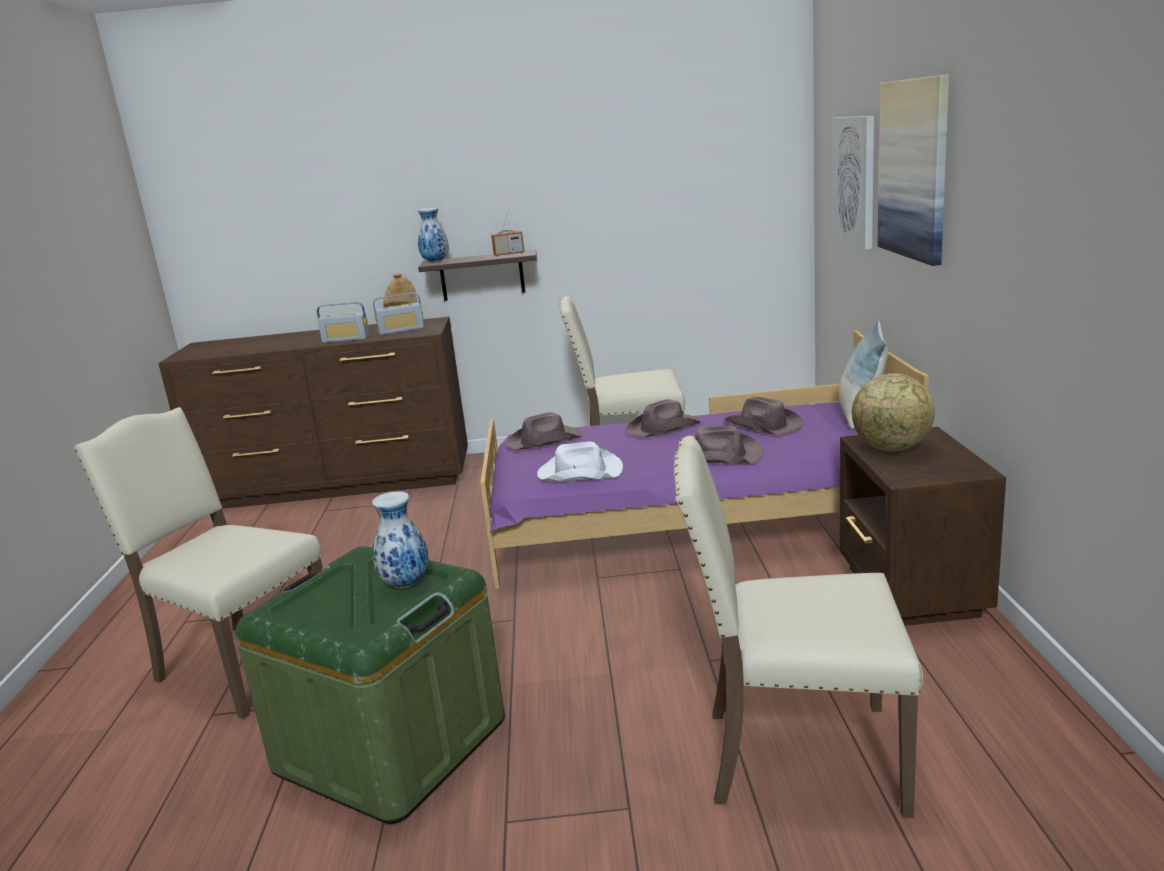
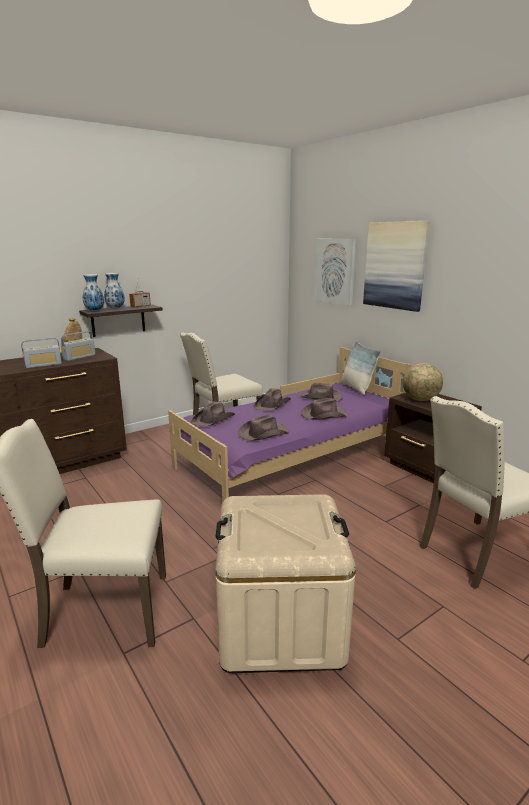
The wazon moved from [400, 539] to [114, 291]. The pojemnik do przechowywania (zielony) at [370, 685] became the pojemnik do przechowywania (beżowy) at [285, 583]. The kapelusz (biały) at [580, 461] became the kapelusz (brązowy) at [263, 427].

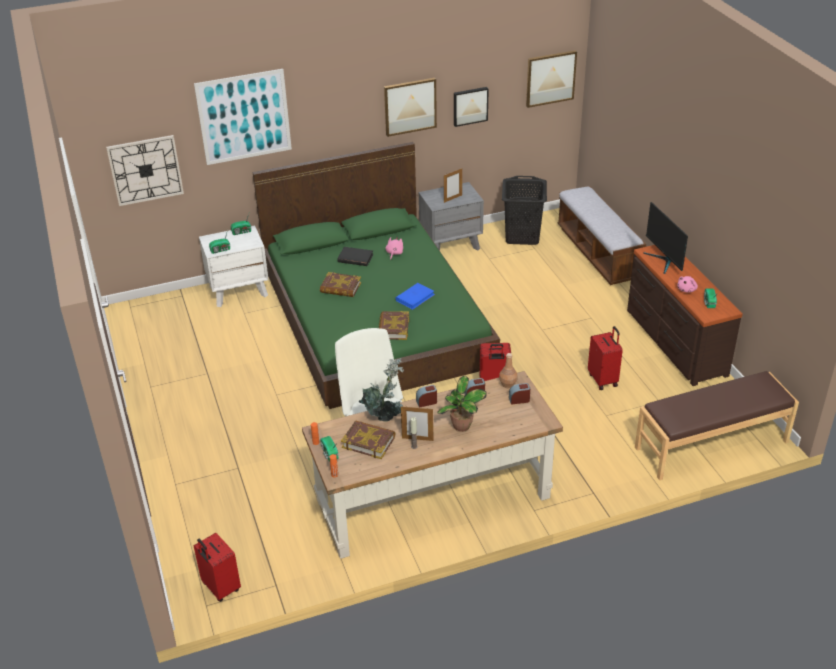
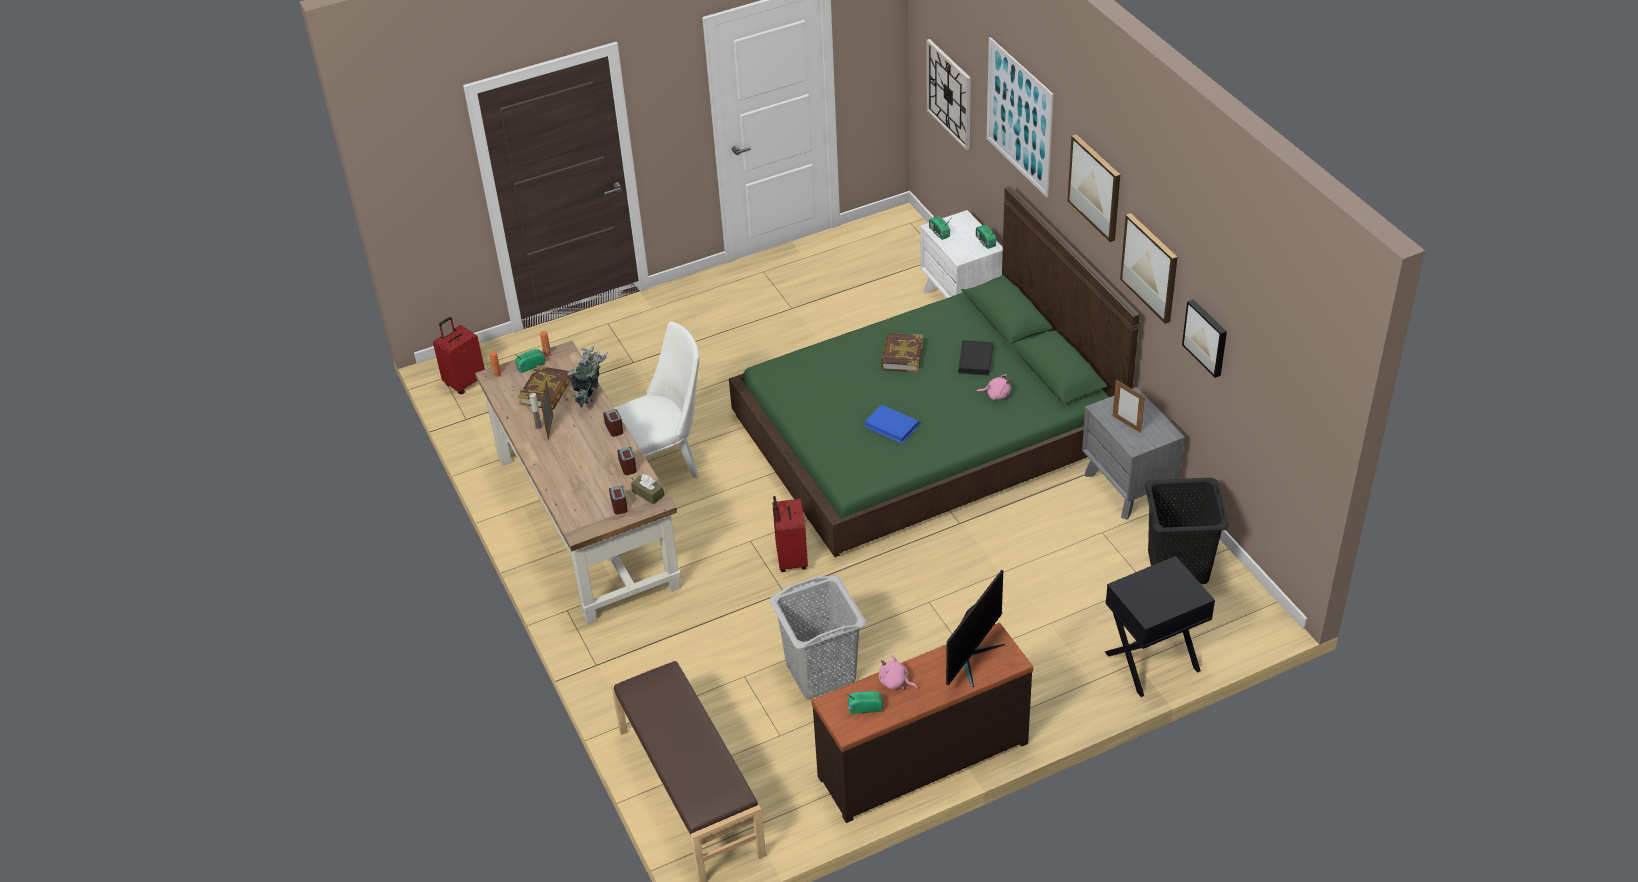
The książka at [394, 325] disappeared. The roślina doniczkowa at [462, 404] disappeared. The obraz moved from [551, 79] to [1094, 188]. The butelka (brązowy) at [508, 370] was replaced by the pudełko chusteczek (brązowy) at [647, 489]. The ławka at [601, 235] was replaced by the szafka nocna (czarny) at [1160, 626]. The walizka (czerwony) at [605, 358] was replaced by the kosz na pranie (szary) at [817, 637]. The monitor at [665, 238] turned 150 degrees clockwise.

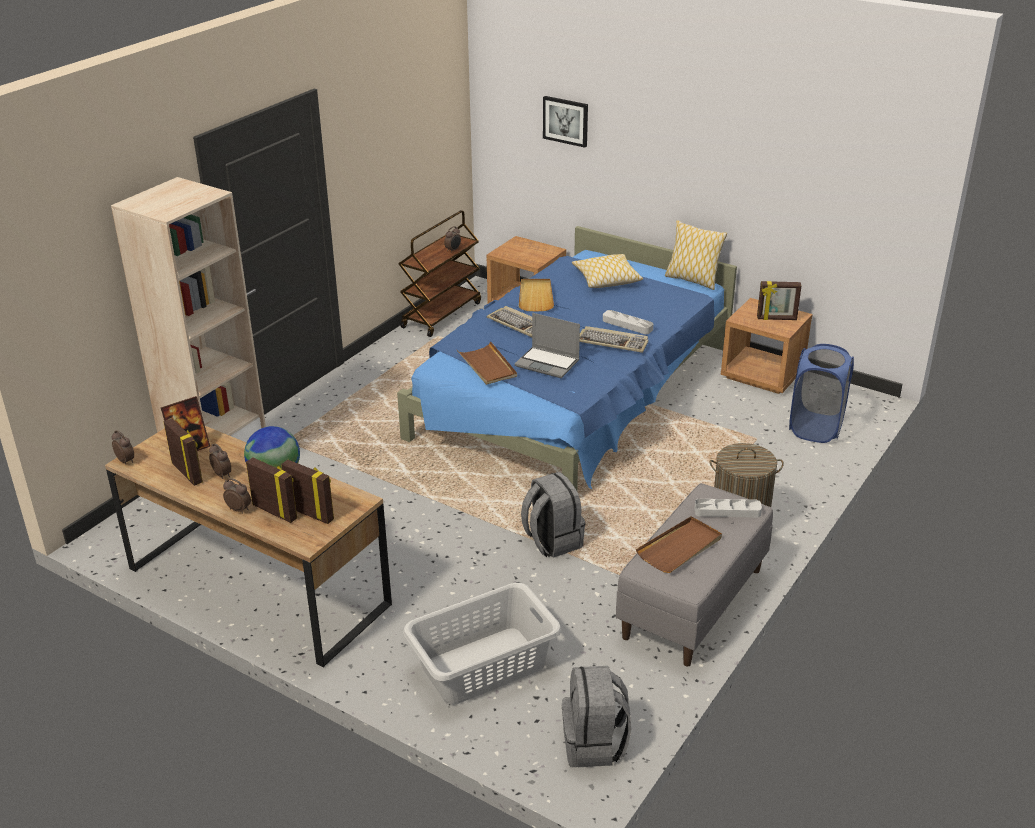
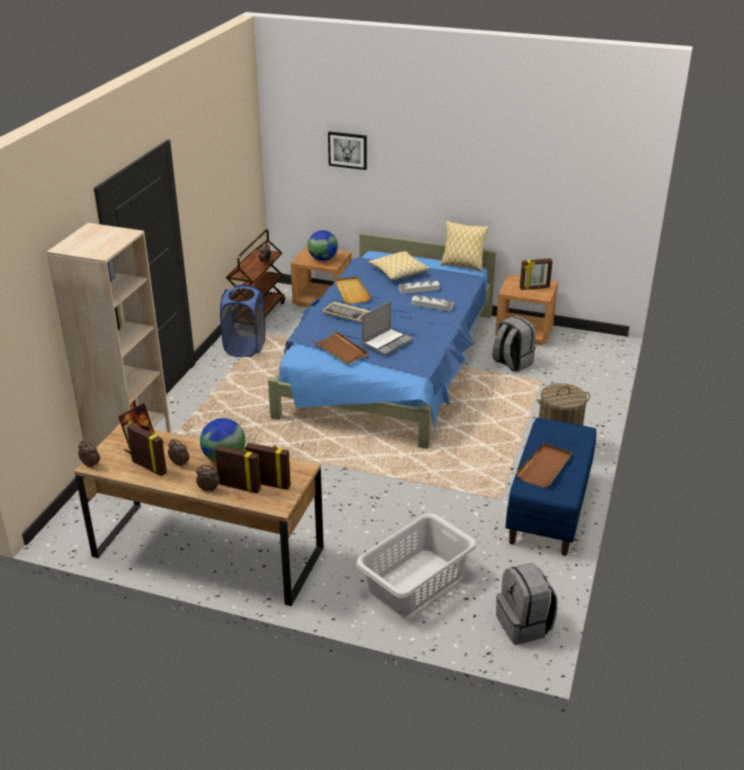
The klawiatura at [614, 339] disappeared. The globus at [323, 245] appeared. The plecak (szary) moved from [553, 515] to [514, 343]. The taca (szary) moved from [728, 508] to [419, 287]. The kosz na pranie (niebieski) moved from [821, 393] to [243, 321]. The ławka (szary) at [694, 575] became the ławka (niebieski) at [550, 487]. The laptop at [547, 345] turned 60 degrees counterclockwise.

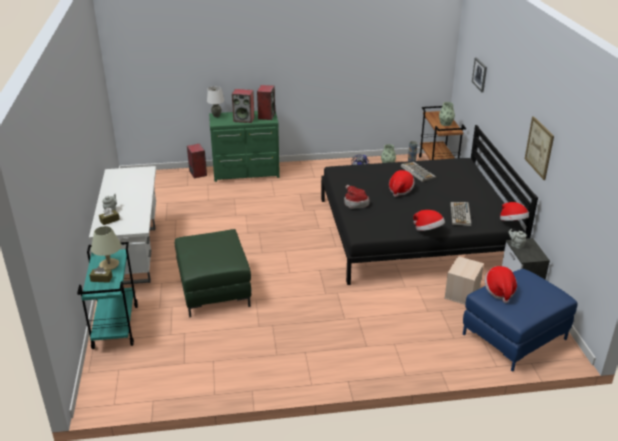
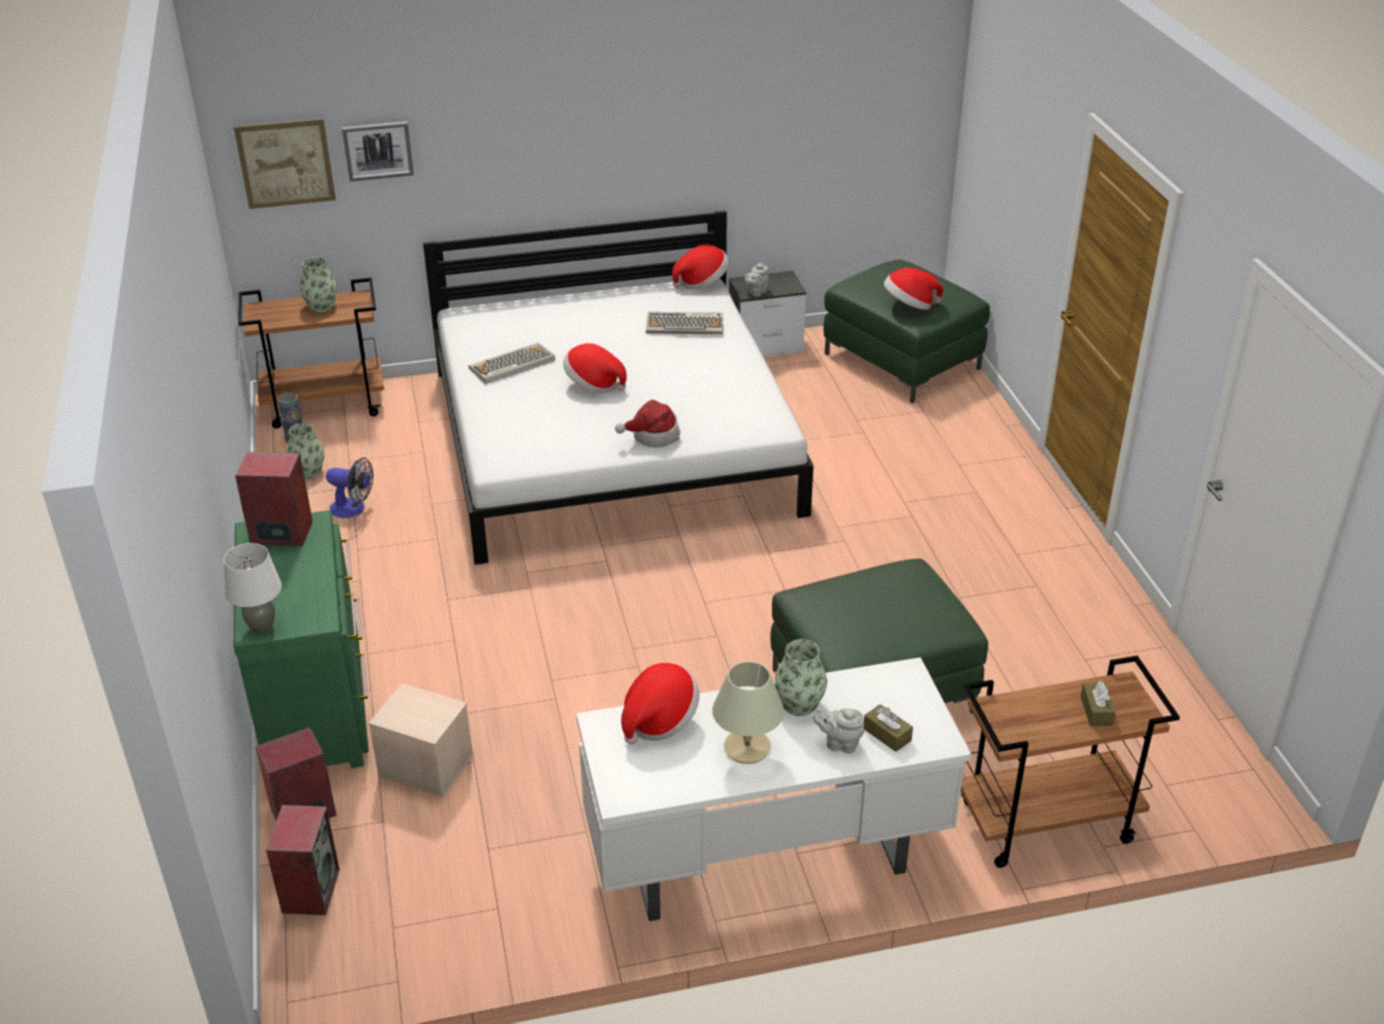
The wazon at [801, 677] appeared. The lampa stołowa (beżowy) moved from [106, 248] to [748, 712]. The głośnik moved from [243, 106] to [303, 860]. The kapelusz moved from [429, 220] to [660, 703]. The pojemnik do przechowywania (beżowy) moved from [464, 280] to [421, 740]. The obraz moved from [539, 148] to [285, 163]. The wózek (turkusowy) at [107, 295] became the wózek (brązowy) at [1070, 762]. The łóżko (czarny) at [429, 205] became the łóżko (biały) at [618, 387]. The pufa (niebieski) at [520, 320] became the pufa (zielony) at [906, 331].

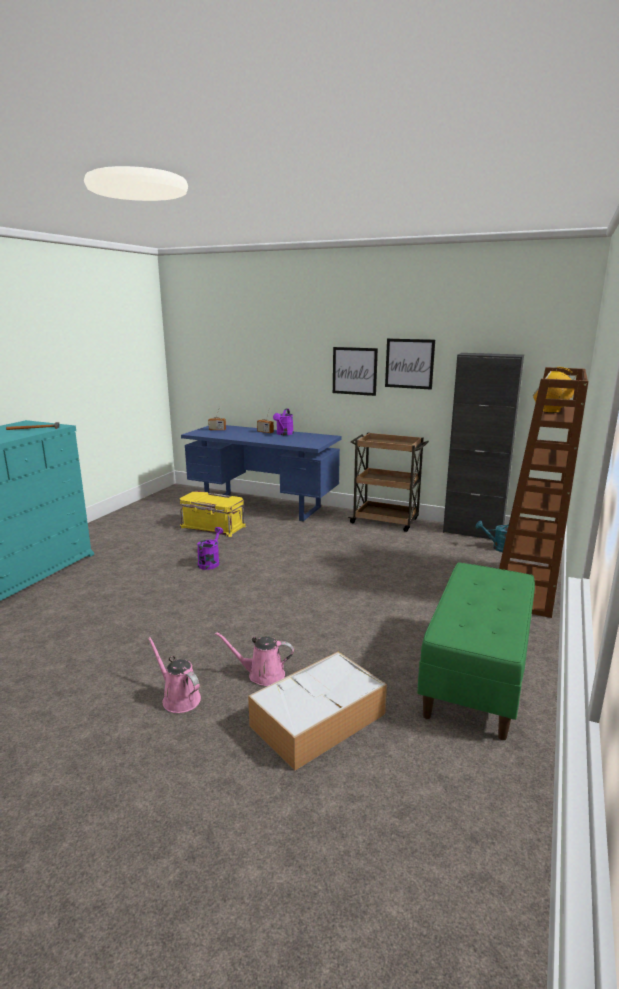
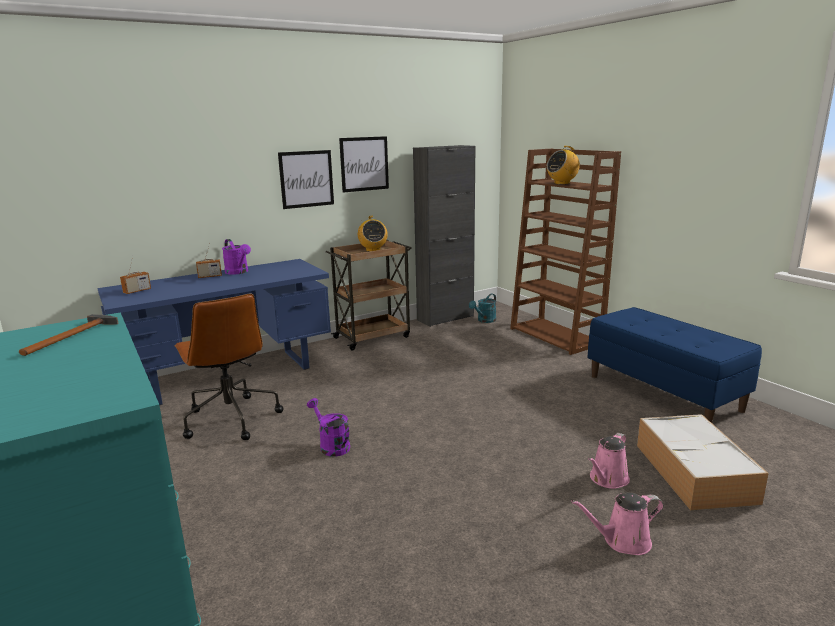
The radio at [373, 234] appeared. The pojemnik do przechowywania (żółty) at [213, 514] was replaced by the krzesło biurowe (brązowy) at [228, 366]. The ławka (zielony) at [476, 651] became the ławka (niebieski) at [674, 365].

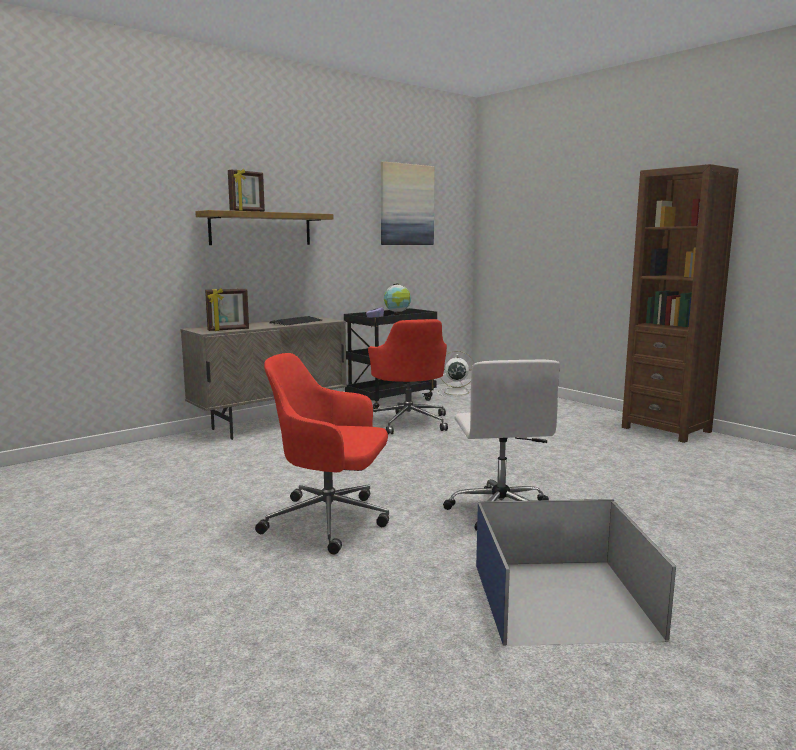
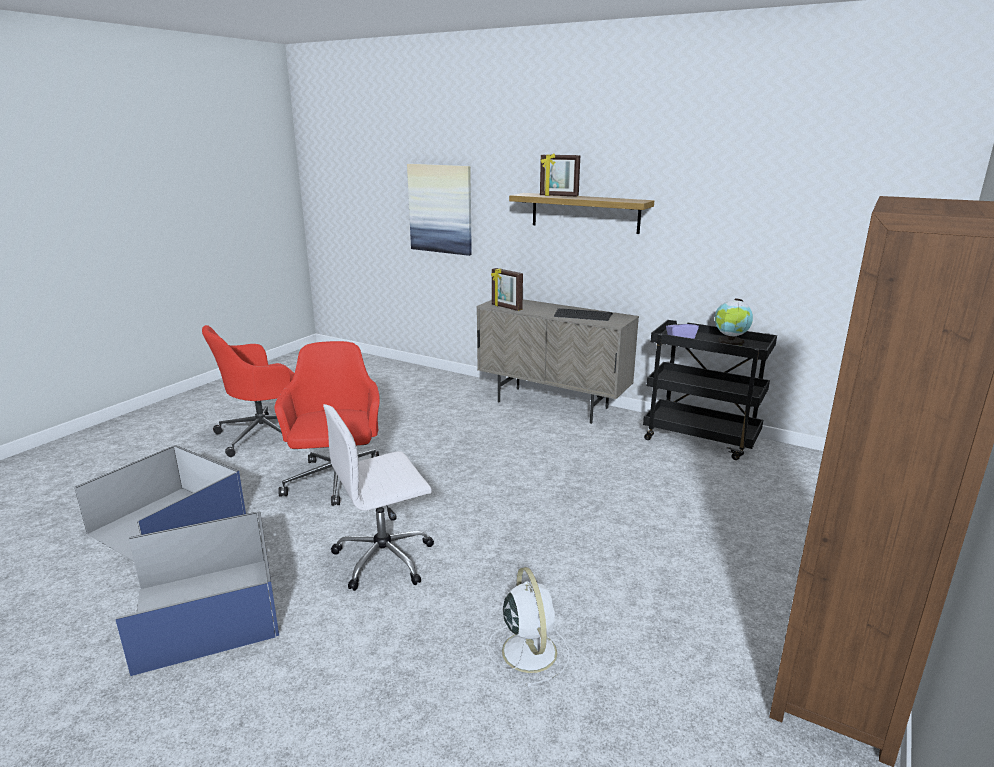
The pojemnik do przechowywania (niebieski) at [160, 503] appeared. The krzesło biurowe (czerwony) moved from [408, 376] to [248, 391]. The obraz moved from [408, 203] to [439, 210]. The wentylator (biały) moved from [456, 374] to [528, 627].

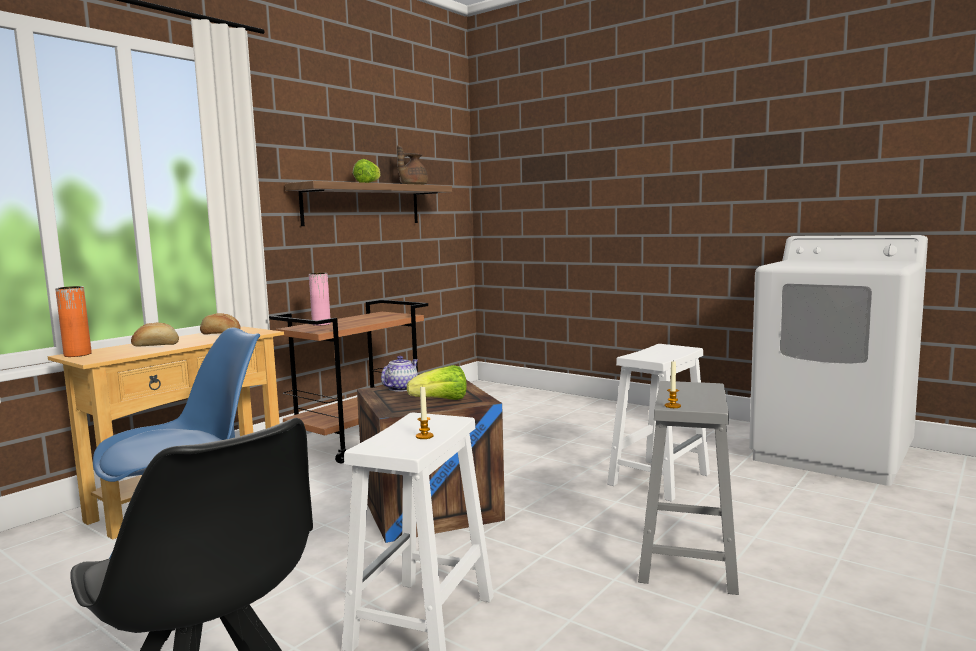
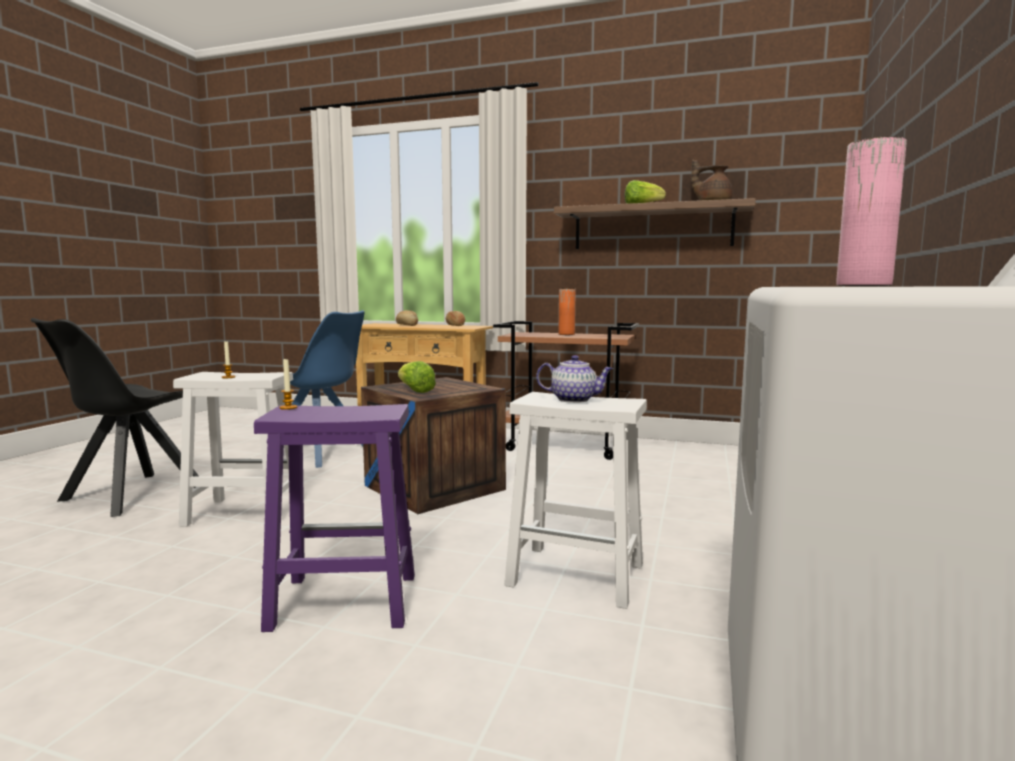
The wazon (pomarańczowy) moved from [73, 321] to [567, 311]. The wazon (różowy) moved from [320, 299] to [871, 211]. The imbryk moved from [399, 374] to [574, 379]. The stołek (szary) at [688, 488] became the stołek (fioletowy) at [334, 518].

